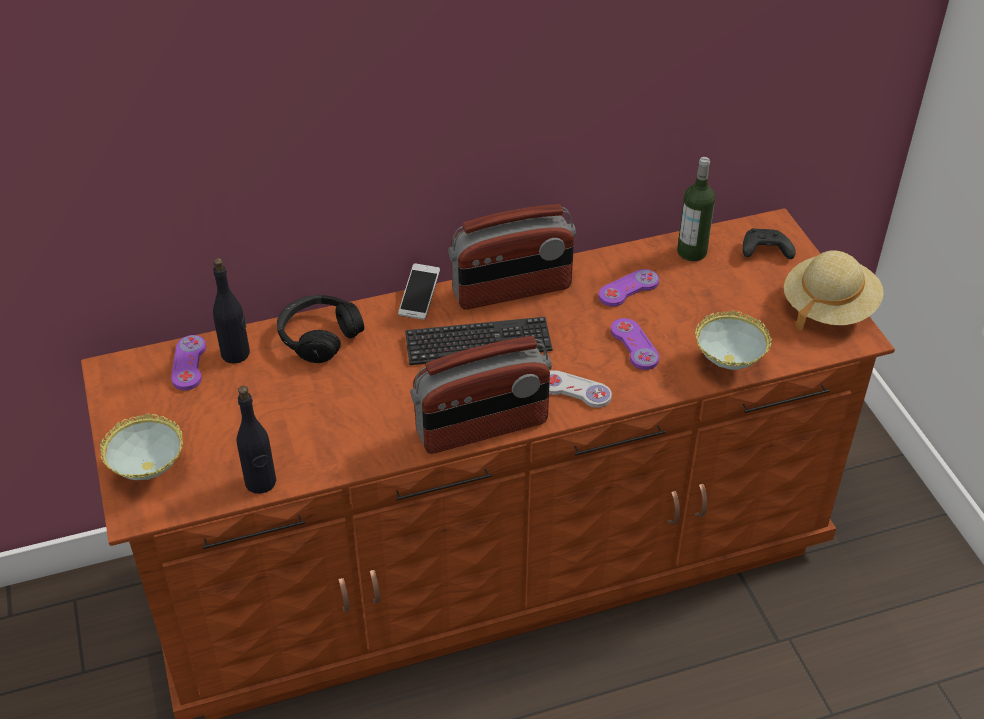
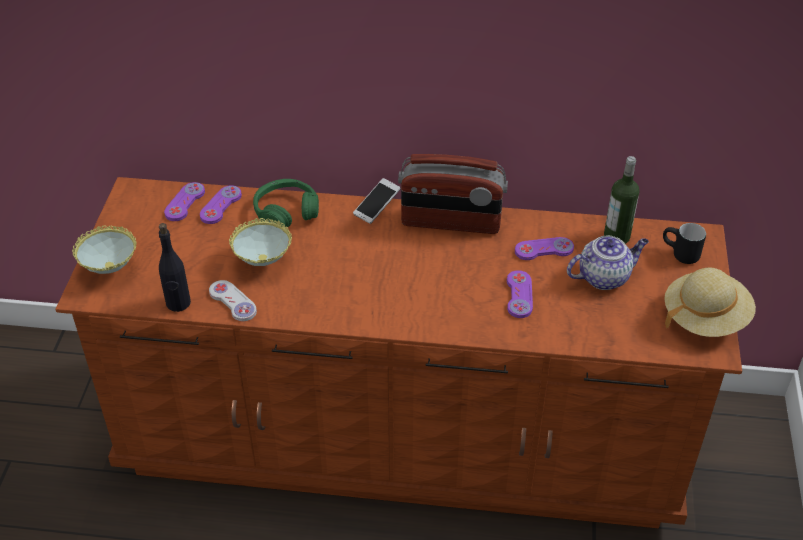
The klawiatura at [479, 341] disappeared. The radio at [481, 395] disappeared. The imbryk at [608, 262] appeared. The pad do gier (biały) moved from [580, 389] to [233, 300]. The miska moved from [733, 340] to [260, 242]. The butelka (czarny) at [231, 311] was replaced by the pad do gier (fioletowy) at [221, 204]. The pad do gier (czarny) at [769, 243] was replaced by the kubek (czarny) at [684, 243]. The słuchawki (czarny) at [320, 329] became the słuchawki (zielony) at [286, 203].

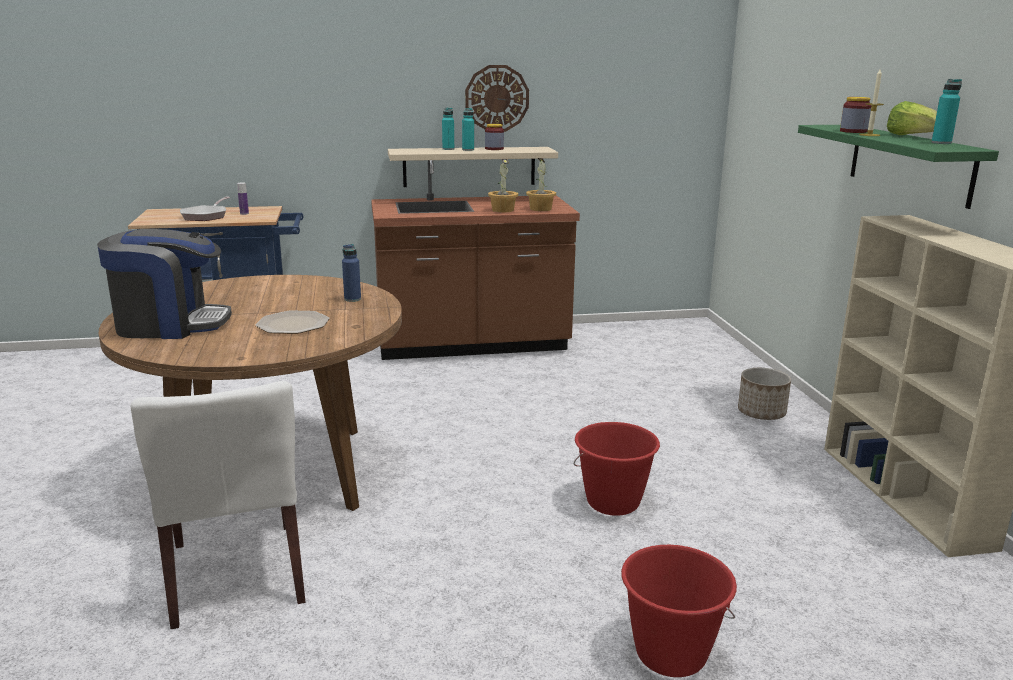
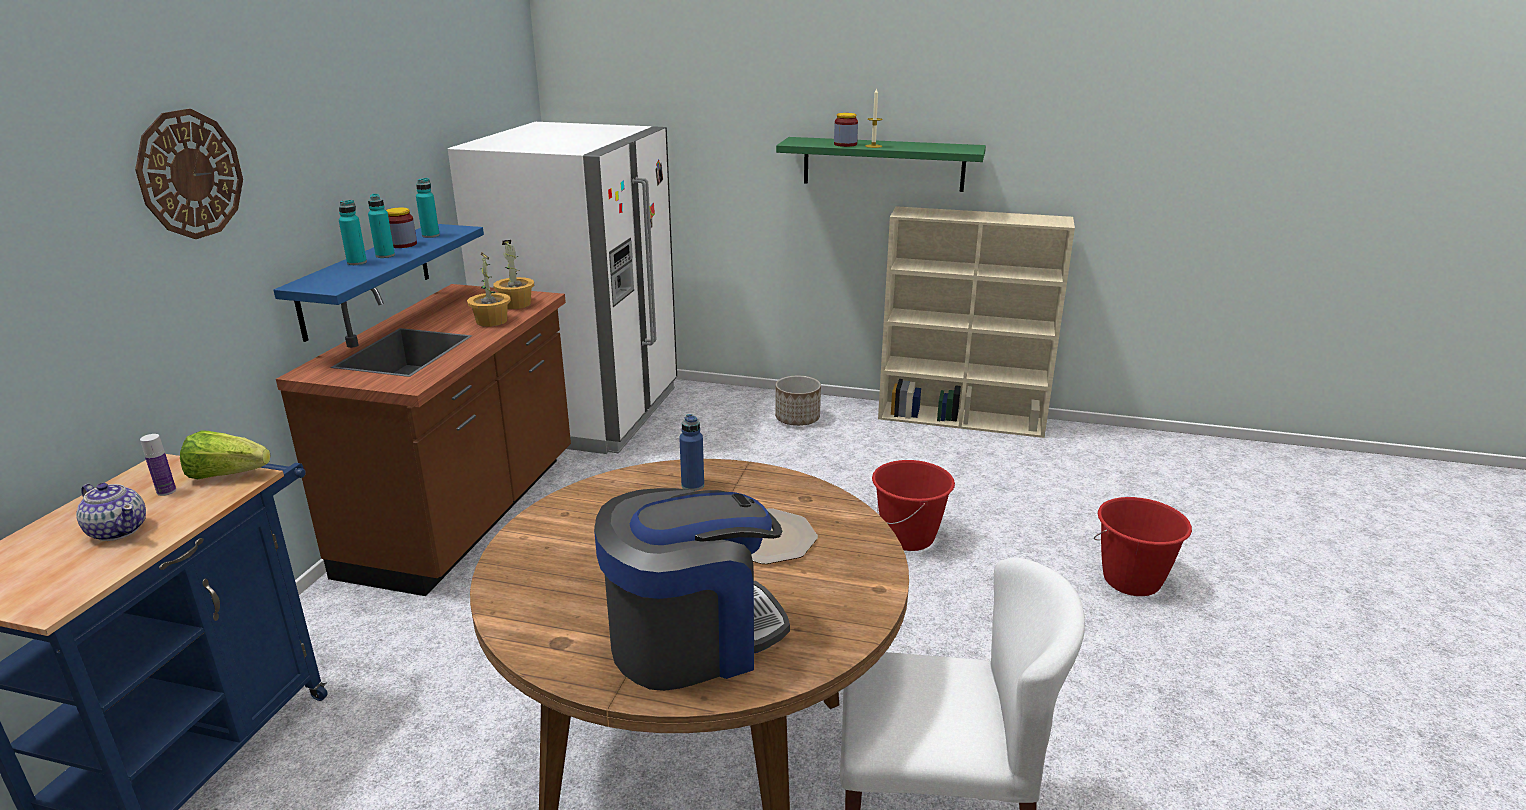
The lodówka (biały) at [562, 288] appeared. The zegar ścienny moved from [497, 98] to [189, 174]. The sałata moved from [912, 118] to [225, 454]. The butelka (turkusowy) moved from [947, 111] to [428, 208]. The patelnia at [205, 209] was replaced by the imbryk at [111, 512]. The półka (beżowy) at [473, 167] became the półka (niebieski) at [378, 283]. The ekspres do kawy at [164, 284] turned 45 degrees clockwise.

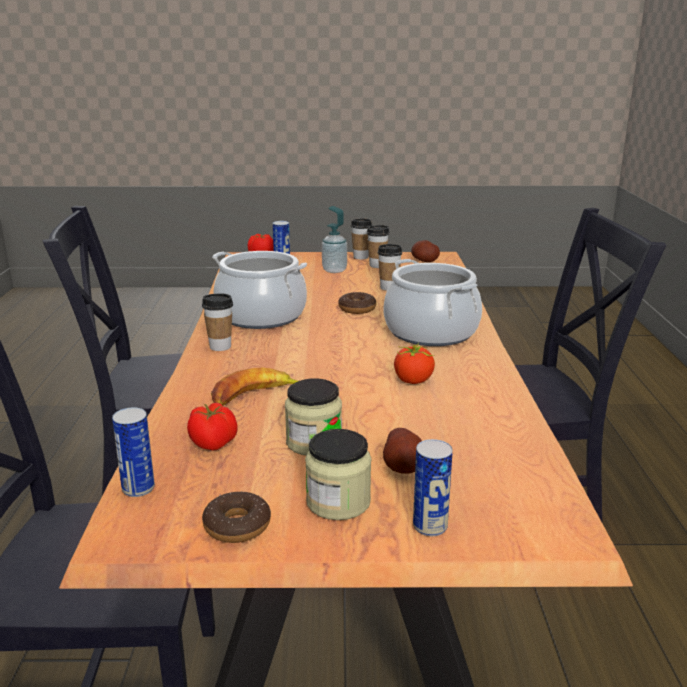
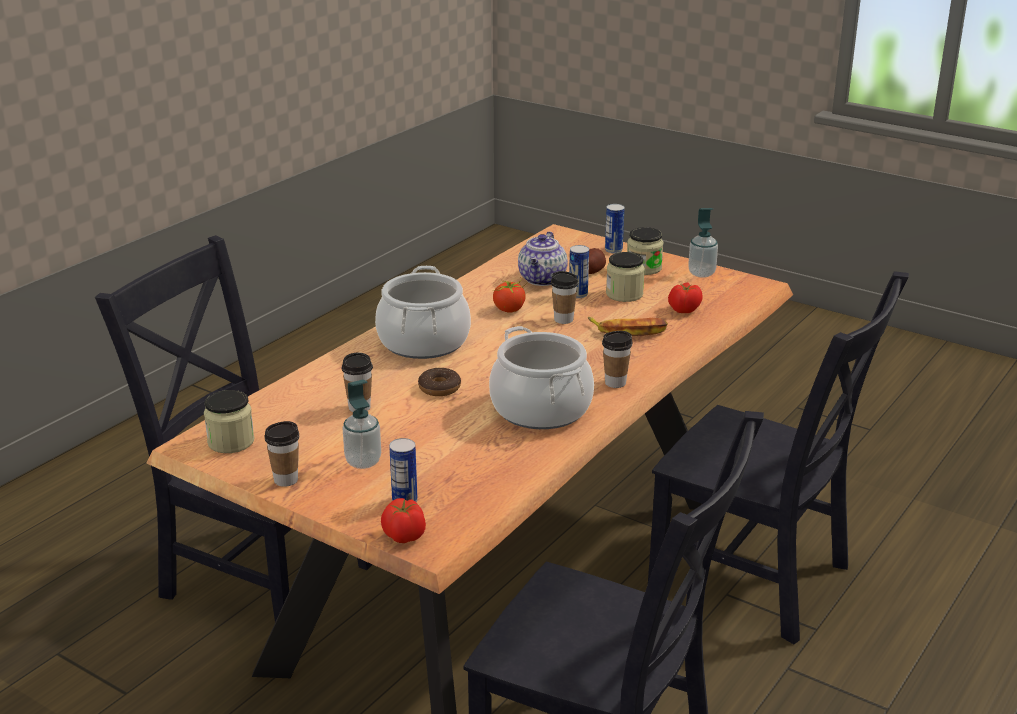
The imbryk at [543, 258] appeared. The puszka moved from [133, 452] to [579, 271]. The filiżanka moved from [378, 246] to [564, 297]. The donut at [236, 517] was replaced by the dozownik mydła at [703, 242]. The ziemniak at [425, 251] was replaced by the słoik at [229, 421].

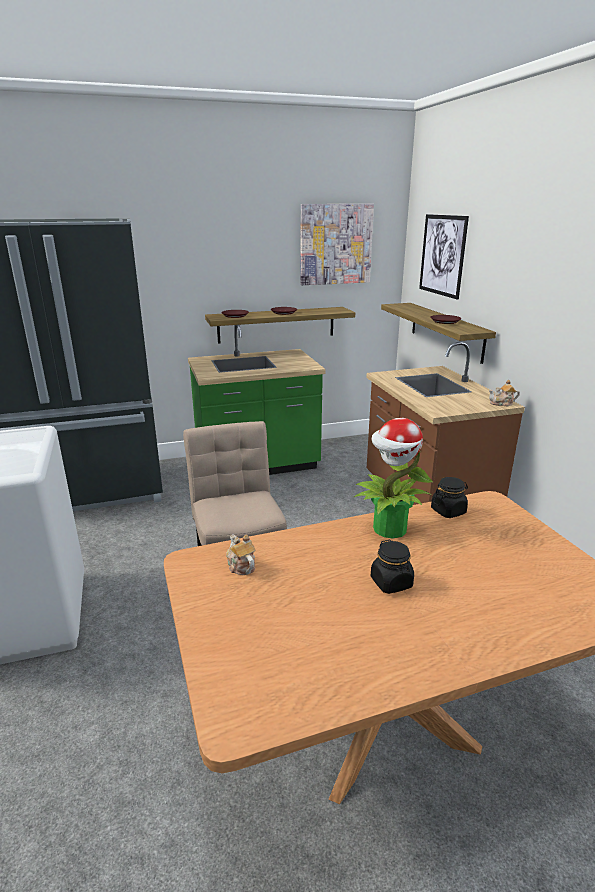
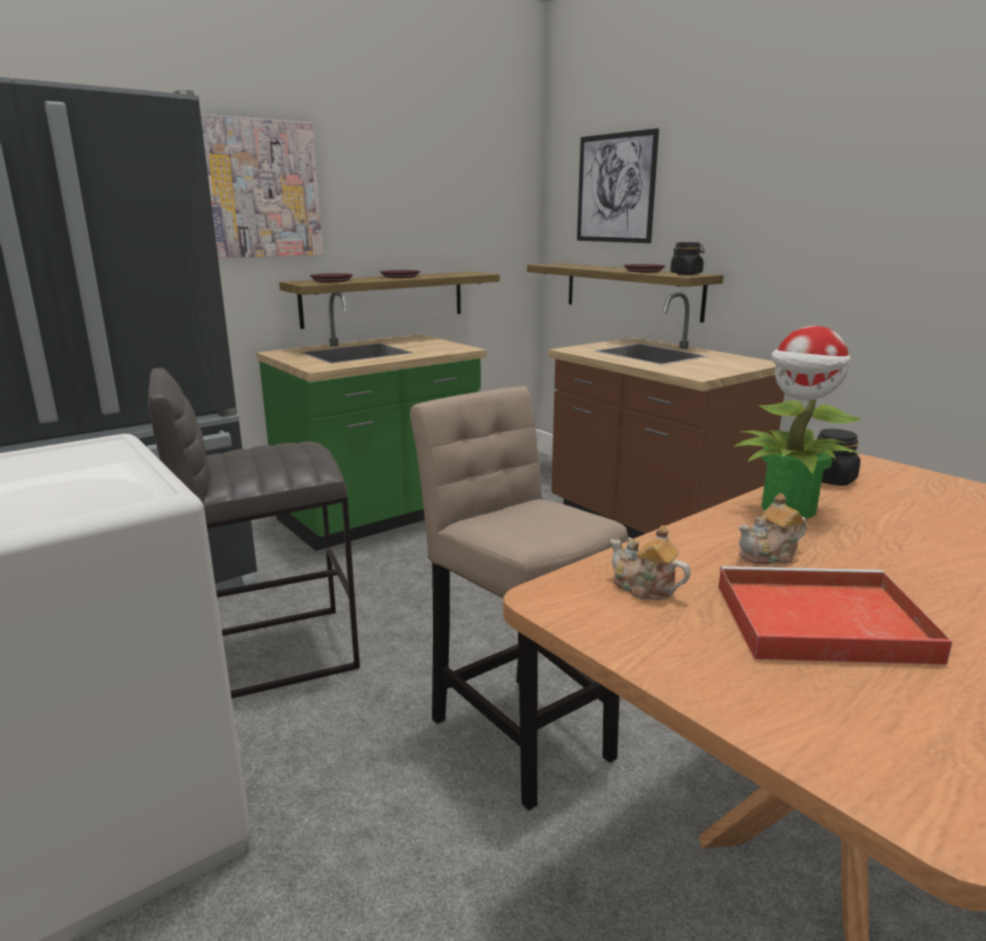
The stołek (szary) at [254, 533] appeared. The taca (czerwony) at [835, 615] appeared. The obraz moved from [337, 244] to [262, 186]. The słoik (czarny) moved from [392, 566] to [687, 258]. The imbryk moved from [504, 393] to [773, 528].

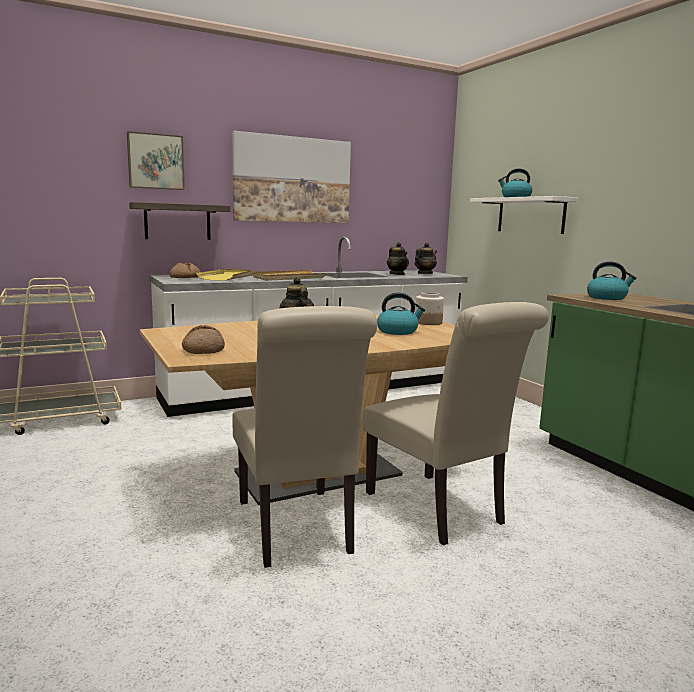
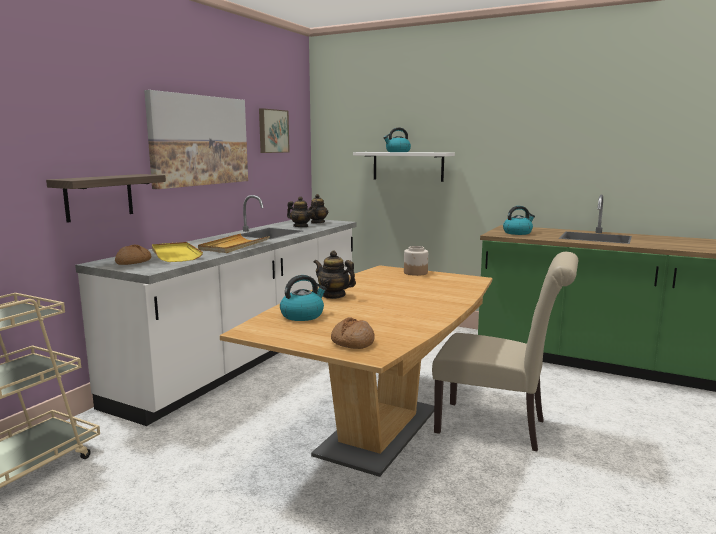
The krzesło (beżowy) at [304, 437] disappeared. The obraz moved from [156, 160] to [274, 130]. The czajnik moved from [401, 313] to [303, 298].

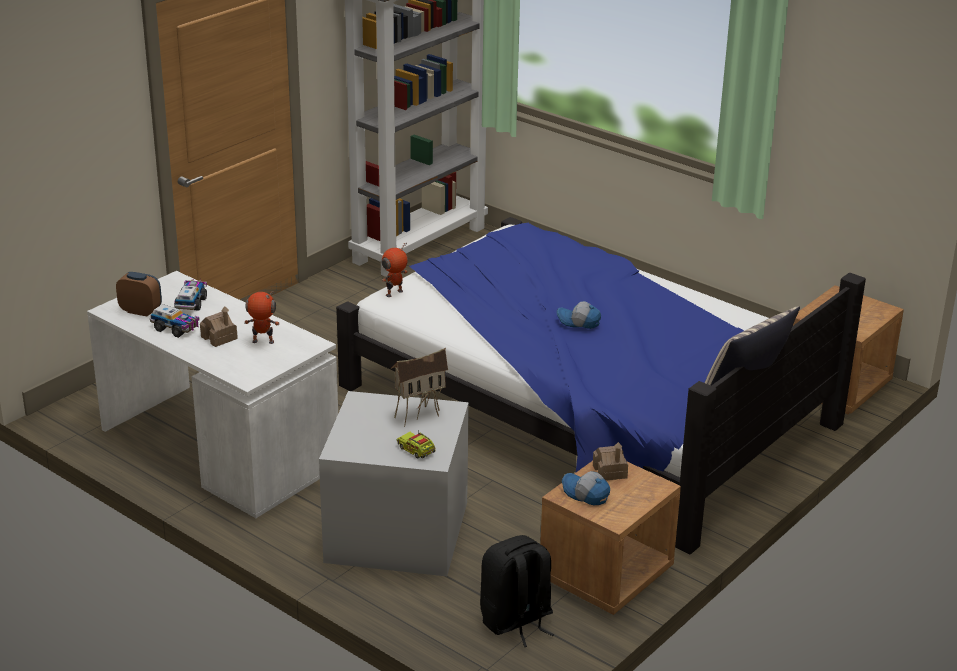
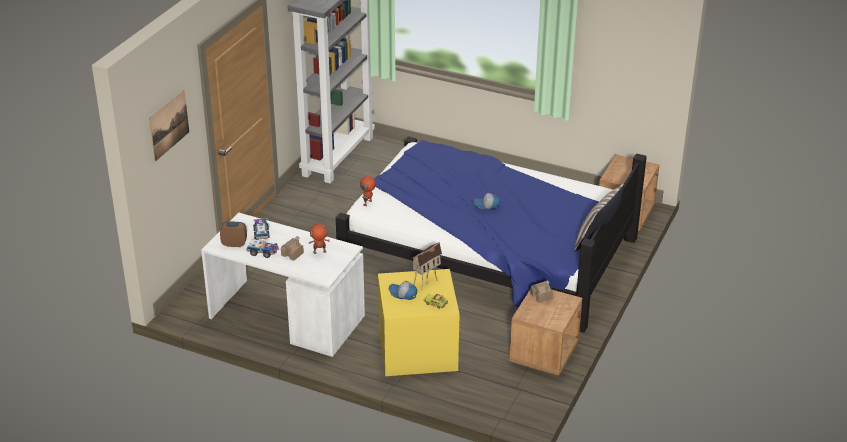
The plecak (czarny) at [517, 591] disappeared. The obraz at [169, 126] appeared. The czapka z daszkiem moved from [586, 488] to [403, 290]. The pojemnik do przechowywania (szary) at [394, 483] became the pojemnik do przechowywania (żółty) at [419, 322].

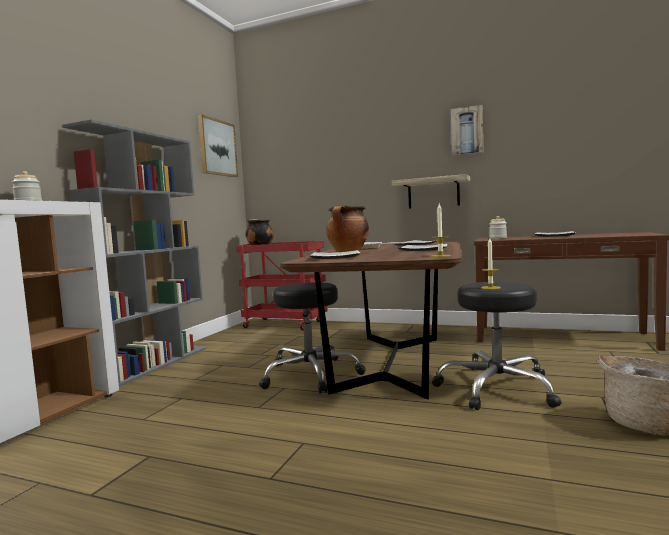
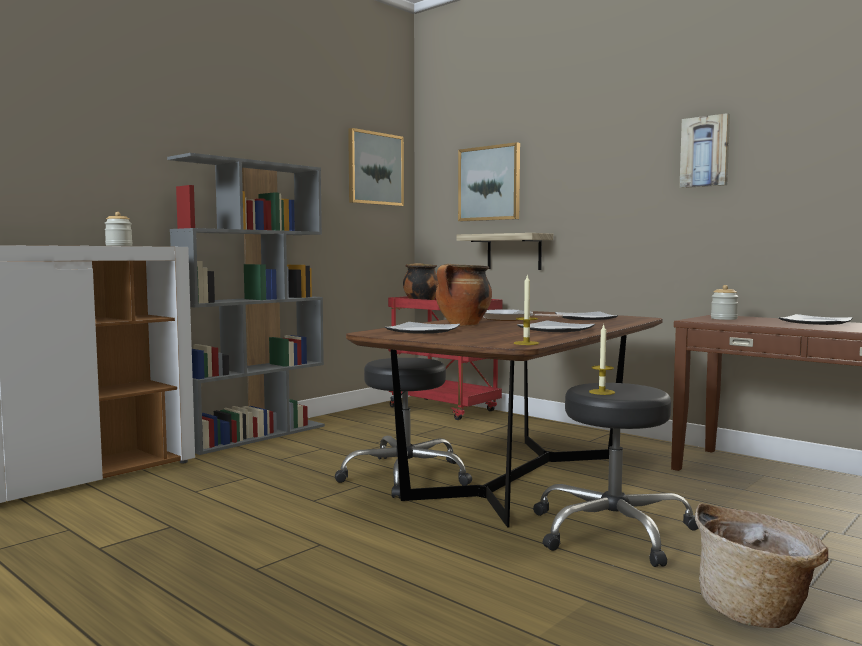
The obraz at [489, 181] appeared. The półka moved from [431, 191] to [505, 251].

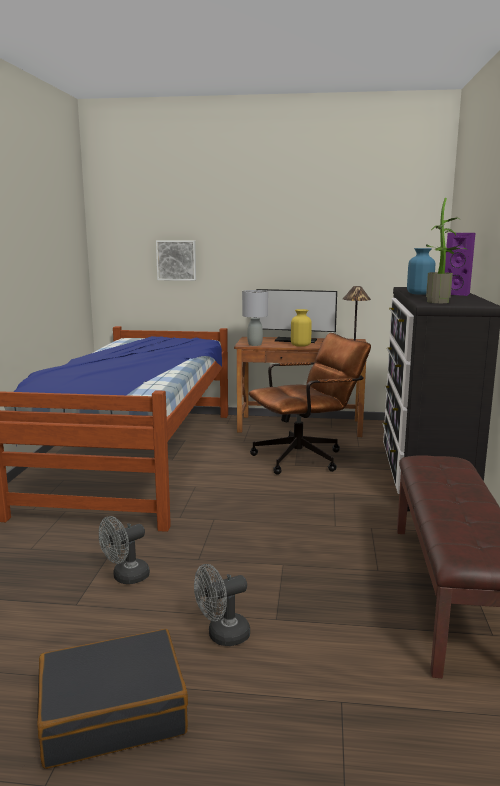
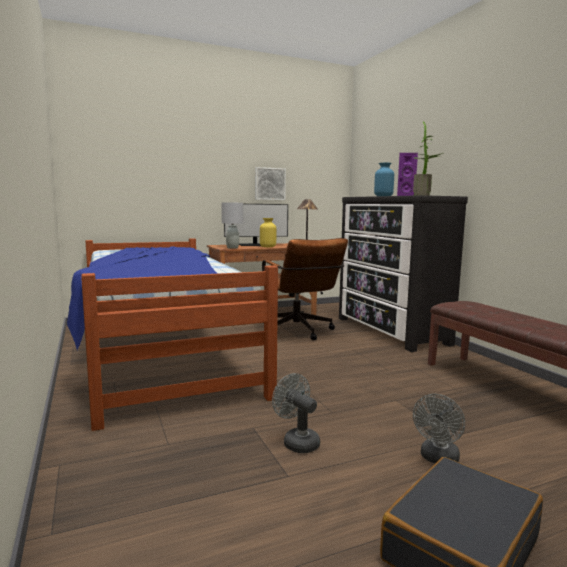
The obraz moved from [176, 260] to [270, 183]. The wentylator (szary) at [124, 550] turned 120 degrees clockwise. The krzesło biurowe (brązowy) at [310, 404] turned 120 degrees clockwise.

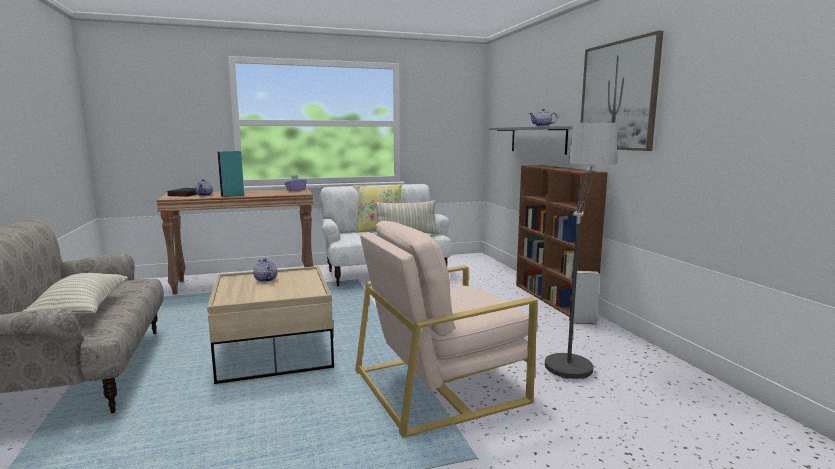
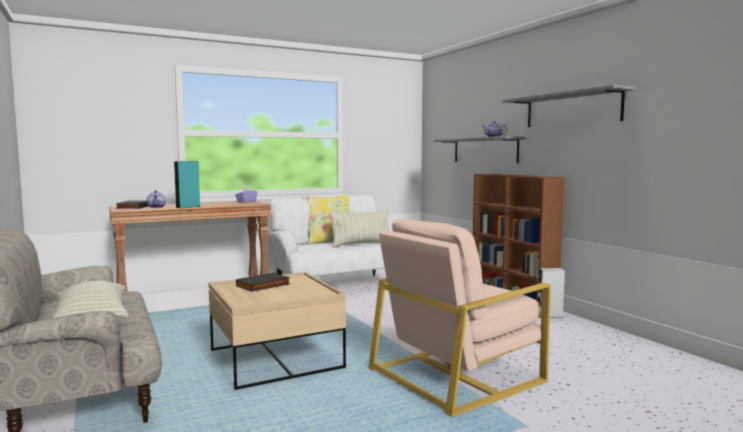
The lampa stojąca at [578, 252] disappeared. The imbryk at [265, 270] was replaced by the książka (czarny) at [263, 282]. The obraz at [621, 91] was replaced by the półka (szary) at [569, 106].

